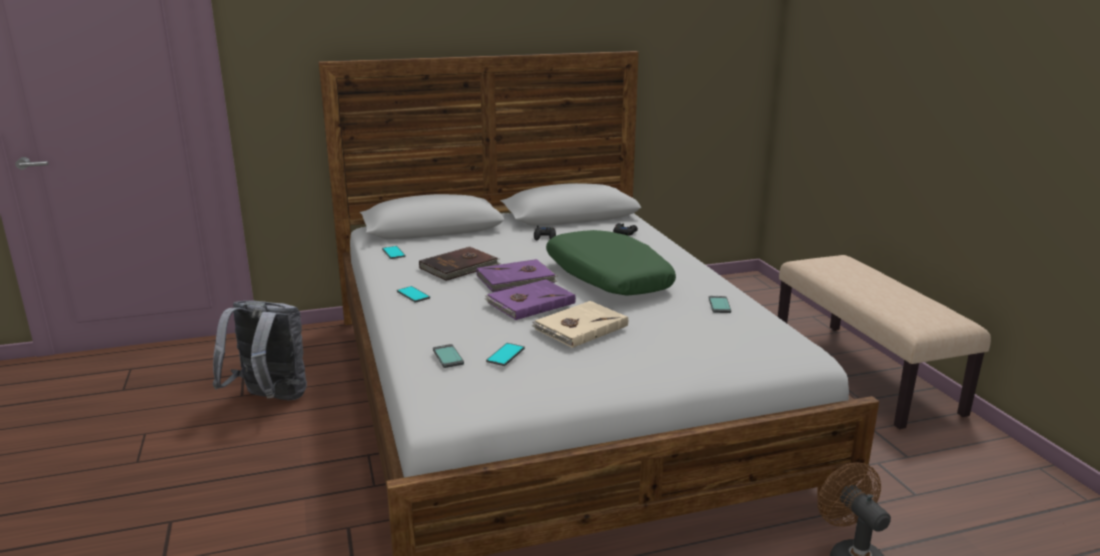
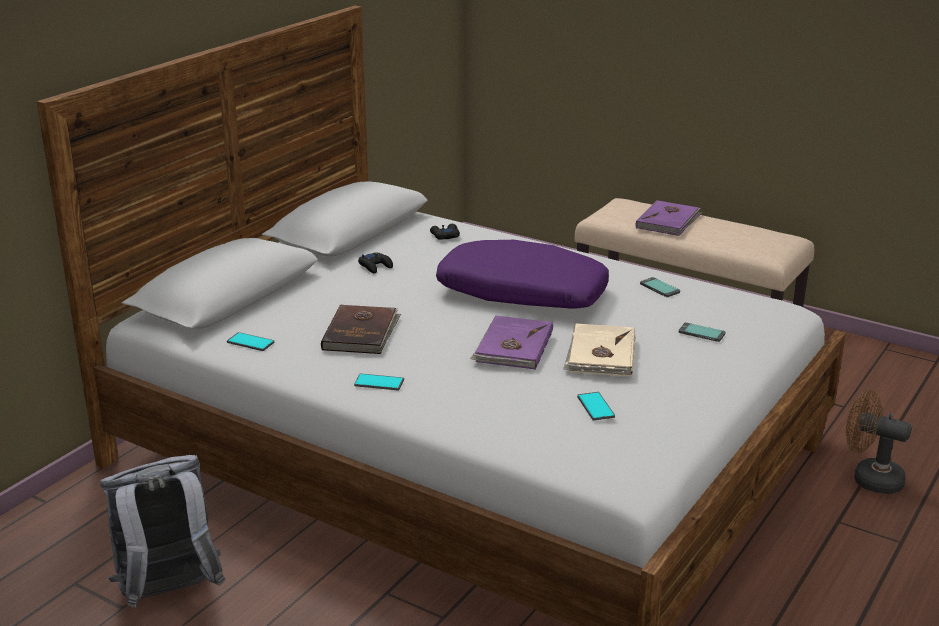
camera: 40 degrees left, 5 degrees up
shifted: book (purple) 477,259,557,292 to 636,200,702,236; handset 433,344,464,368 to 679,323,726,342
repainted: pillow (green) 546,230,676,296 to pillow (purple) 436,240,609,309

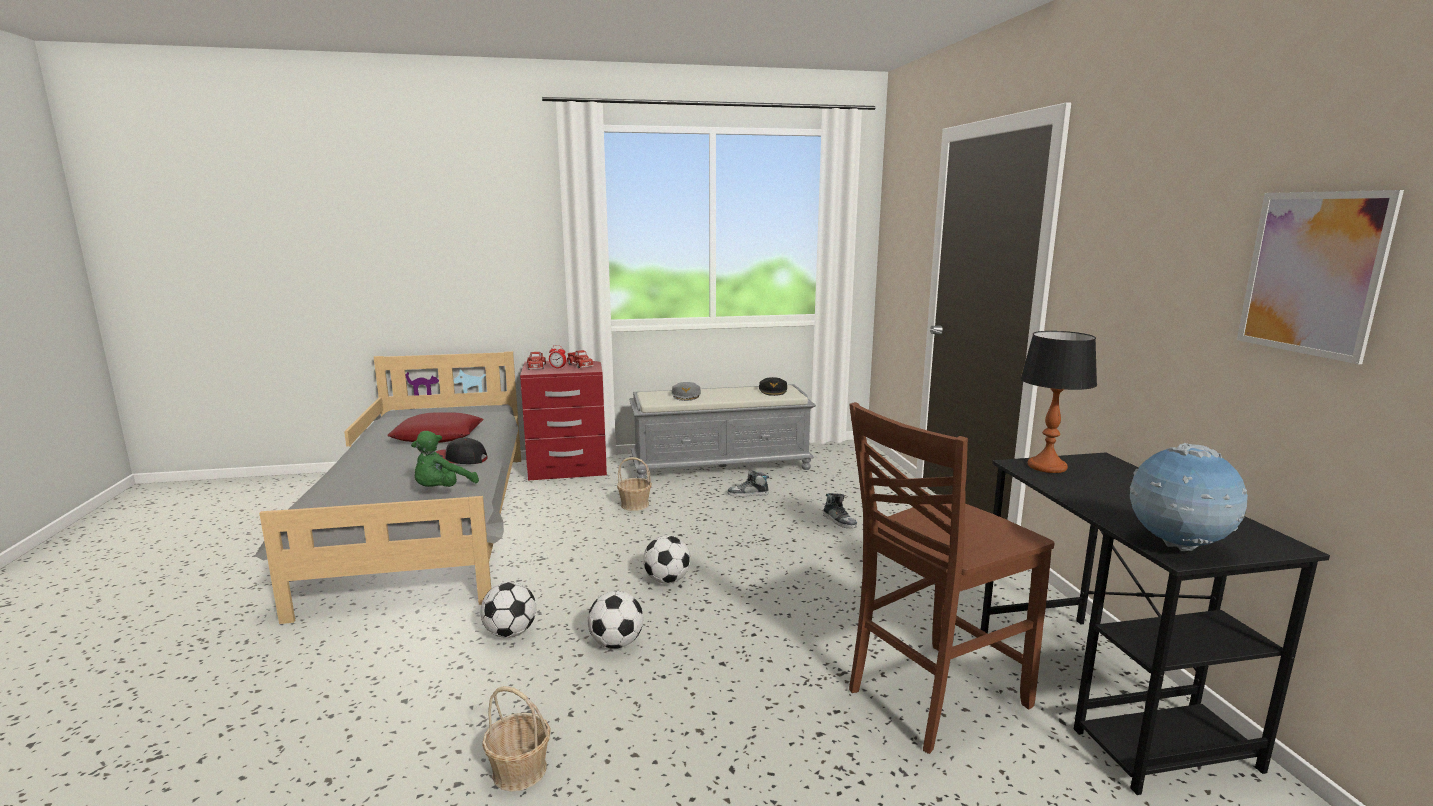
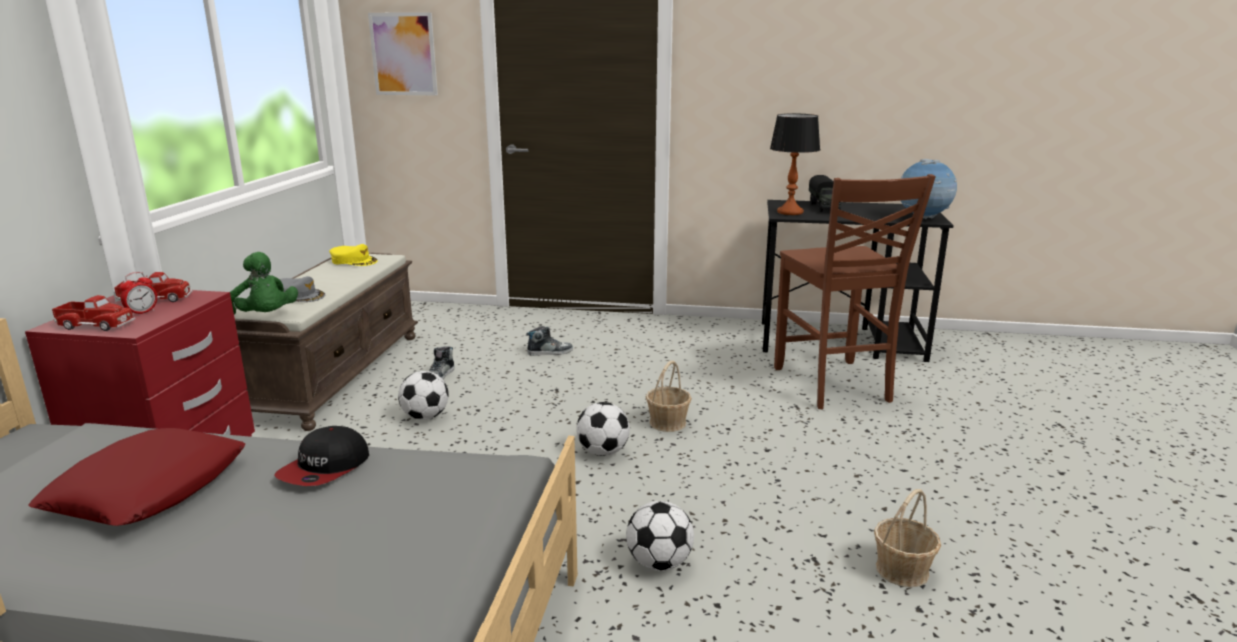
camera: 70 degrees left, 5 degrees up
new: toy lorry 809,175,842,212
shifted: wall art 1237,190,1404,364 to 368,12,438,96; soft toy (green) 411,431,479,487 to 230,252,298,315; storage basket 617,457,652,511 to 646,361,692,432; football ball 588,591,643,649 to 398,371,449,420
repainted: baseball cap (black-coloured) 759,377,787,396 to baseball cap (yellowish) 329,244,378,266; long seat (grey) 629,384,816,479 to long seat (brown) 234,253,418,431

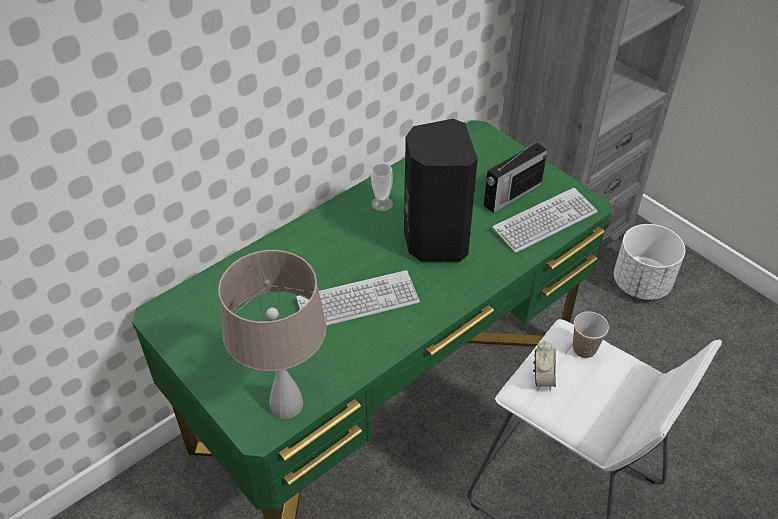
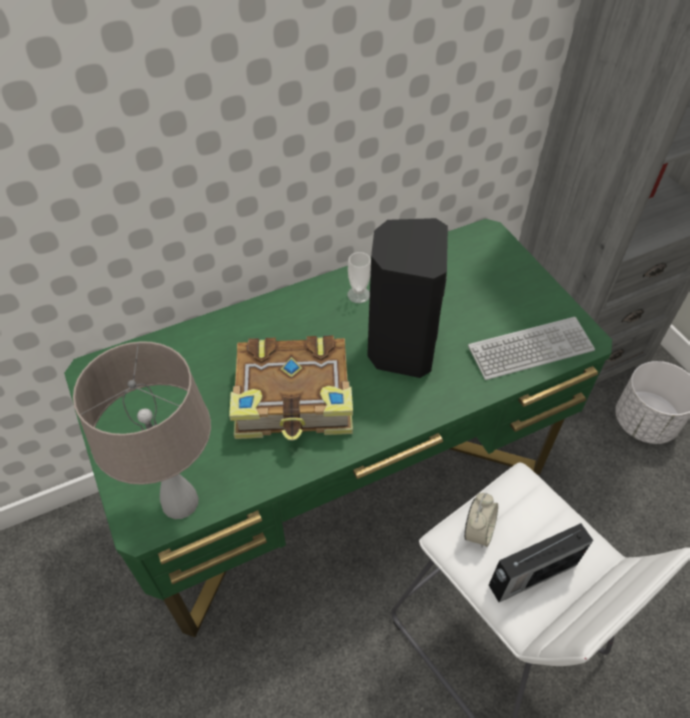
camera: 15 degrees right, 5 degrees up
gone: drinking cup 573,311,609,358
shifted: radio set 484,139,547,213 to 489,523,593,602
swapped: keyboard 296,270,420,326 to book 229,335,353,441

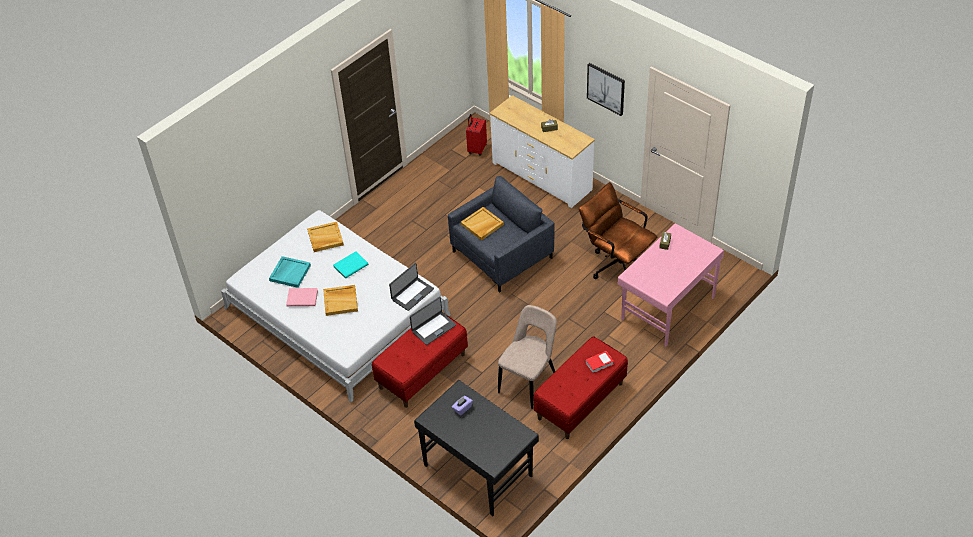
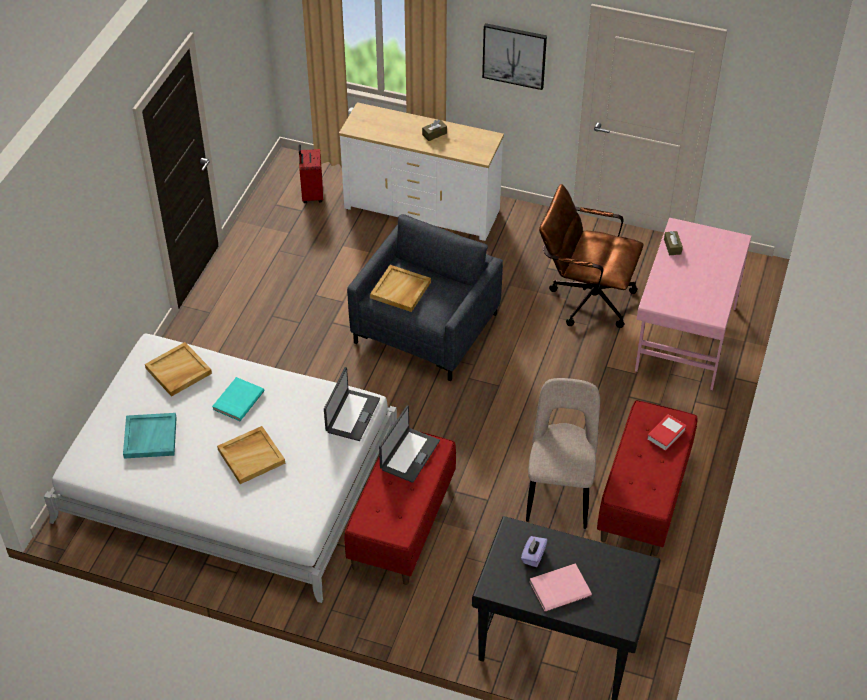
camera: 25 degrees left, 0 degrees up
shifted: book (pink-coloured) 286,288,318,307 to 530,563,592,611

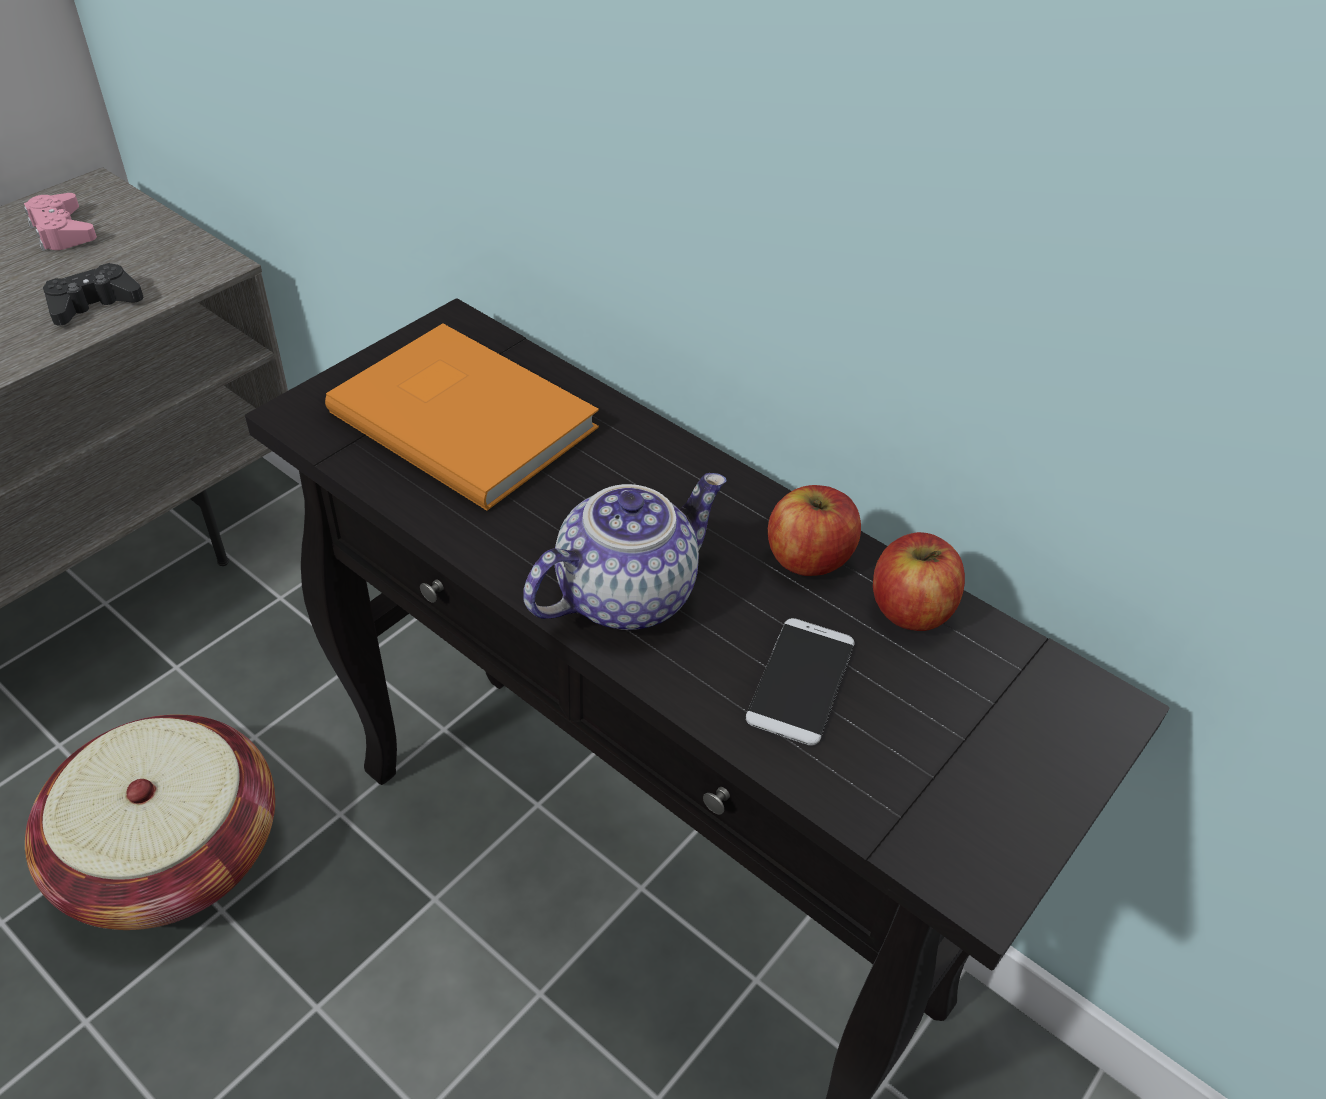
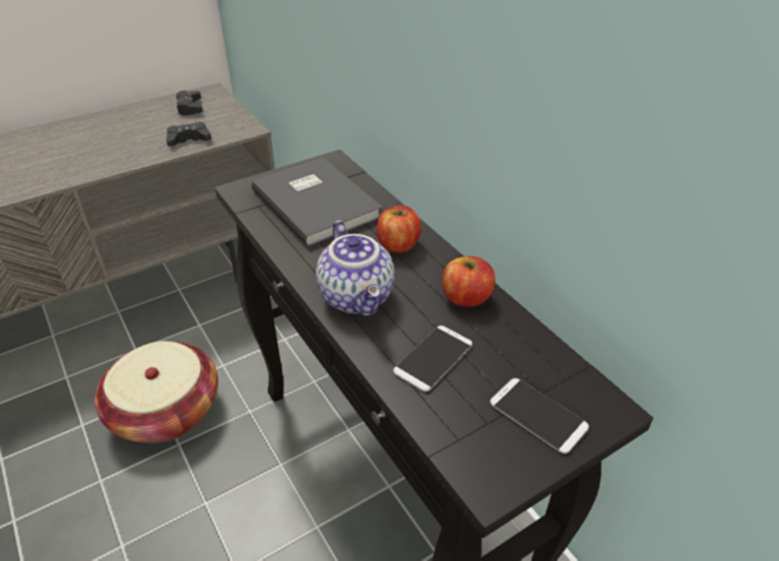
camera: 20 degrees right, 5 degrees down
new: handset 490,378,589,454
shifted: apple 873,532,965,631 to 376,205,422,253
repainted: joypad (pink-coloured) 24,193,97,251 to joypad (black-coloured) 176,90,203,115; book (orange) 325,323,599,510 to book (grey) 252,158,382,247
rotated: pot for tea 523,473,726,630 = 316,220,395,316 90 degrees clockwise

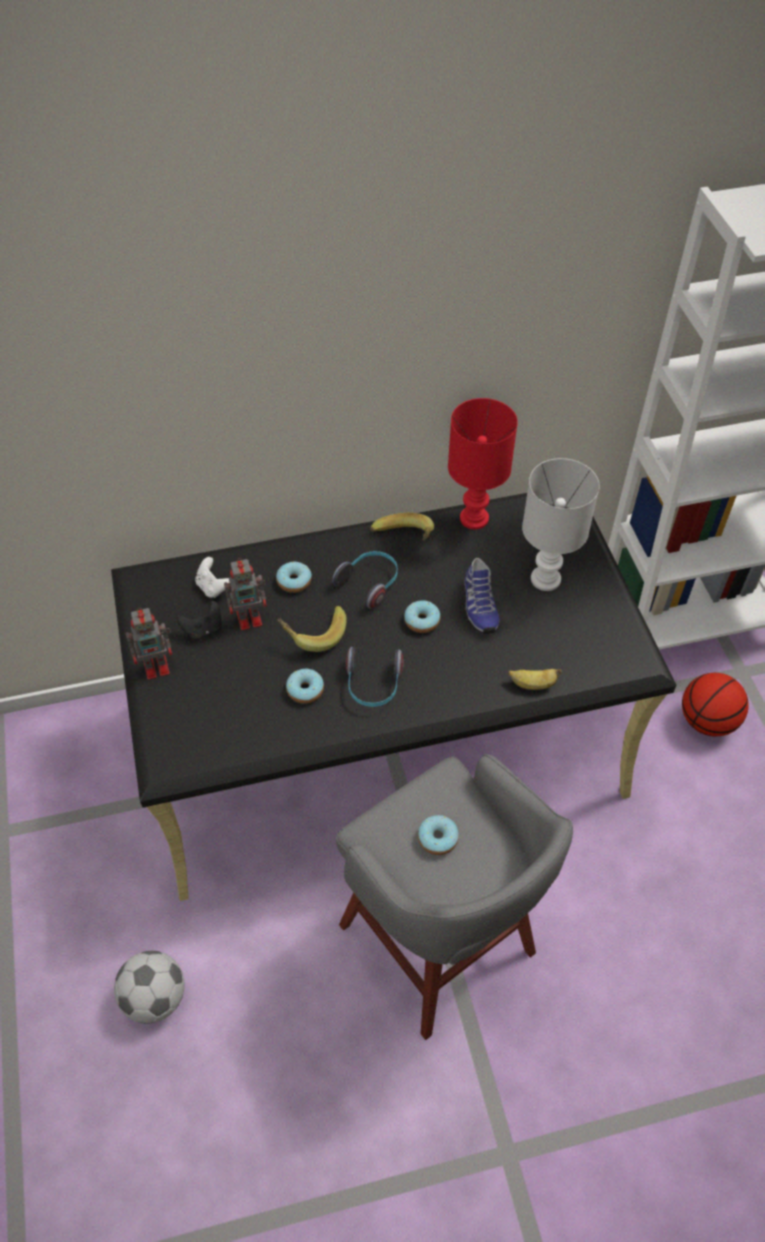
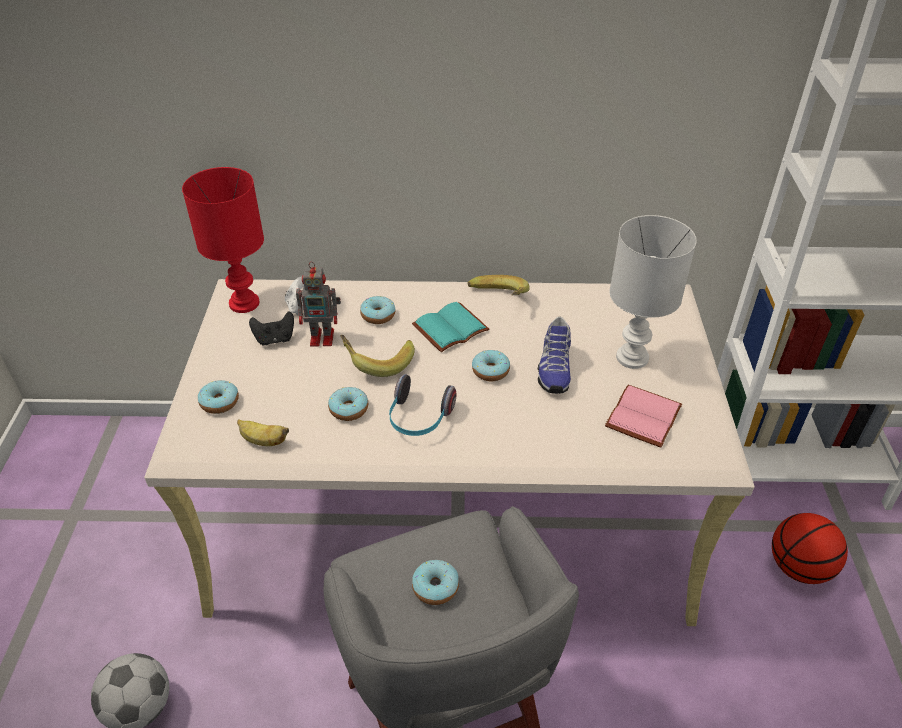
camera: 15 degrees right, 10 degrees down
gone: model robot 126,608,173,680
new: donut 198,380,239,414; book (pink-coloured) 605,384,682,448
shifted: tabletop lamp (red-coloured) 448,398,518,530 to 182,167,264,313; banana fruit 508,669,562,690 to 237,419,289,446
swapped: pair of headphones 332,551,398,609 to book (turquoise) 412,302,489,352
repainted: desk table (black-coloured) 111,493,676,901 to desk table (sand-coloured) 144,279,755,626

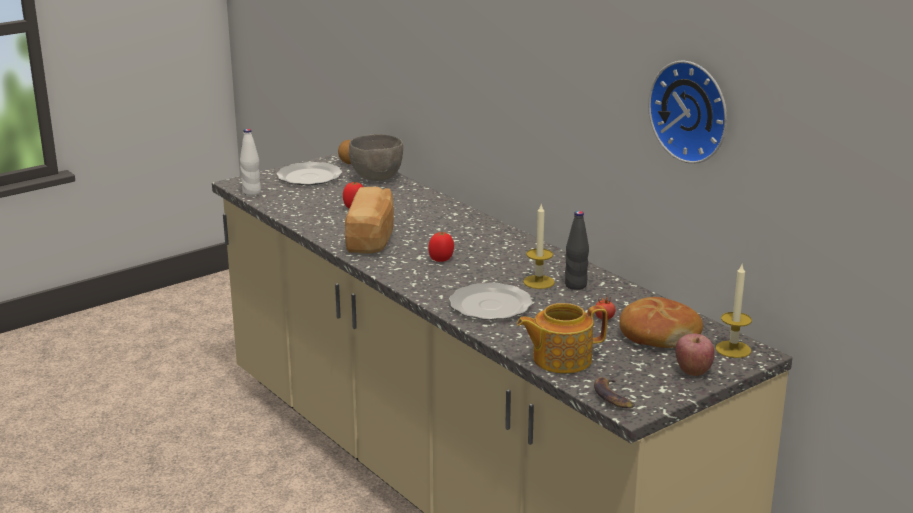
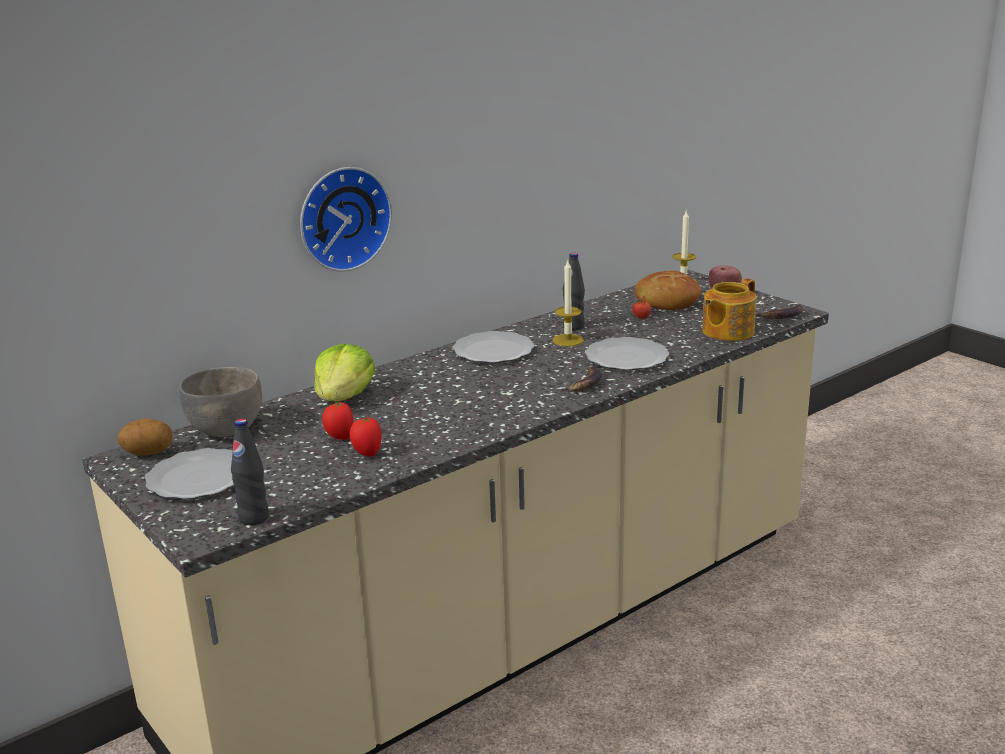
camera: 90 degrees left, 0 degrees up
gone: bread 345,187,394,253
new: plate 452,331,534,363; head of lettuce 314,344,375,401; banana fruit 558,366,602,391
shifted: wall clock 648,61,727,164 to 300,167,392,272; fresh tomato 428,232,454,262 to 350,416,382,457
repainted: drink bottle (white) 240,129,261,196 to drink bottle (black-coloured) 231,419,269,525
rotated: pot for tea 517,303,607,374 = 702,278,756,341 60 degrees clockwise

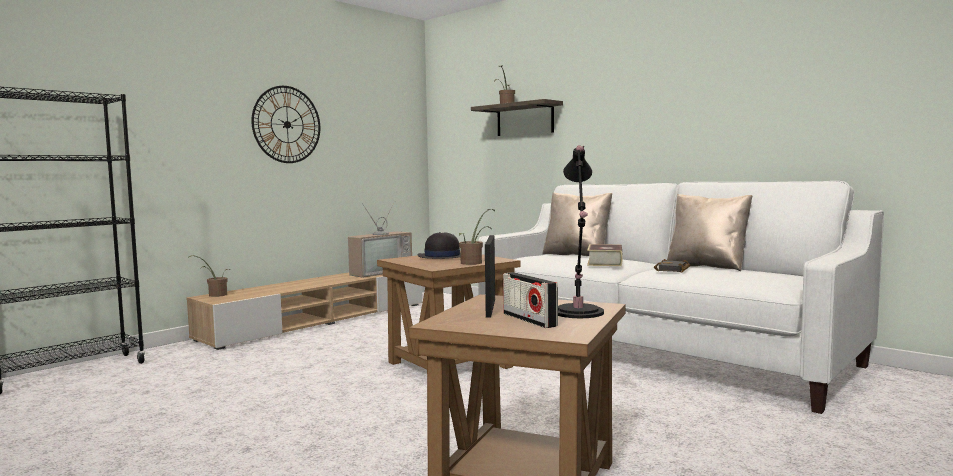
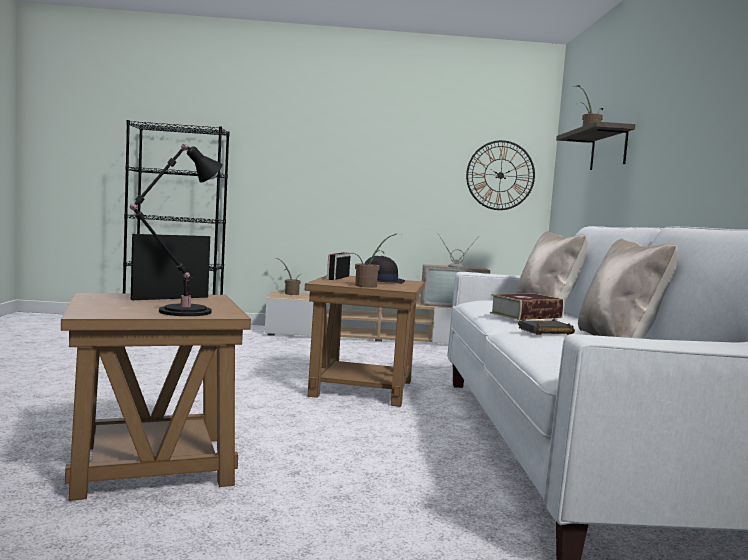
camera: 45 degrees right, 0 degrees up
shifted: wall clock 252,86,320,163 to 466,140,535,210; radio set 503,272,558,328 to 327,252,350,280

